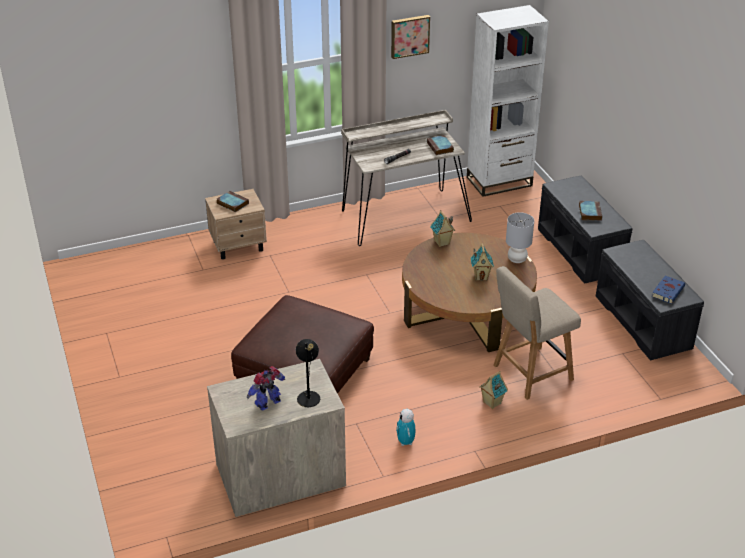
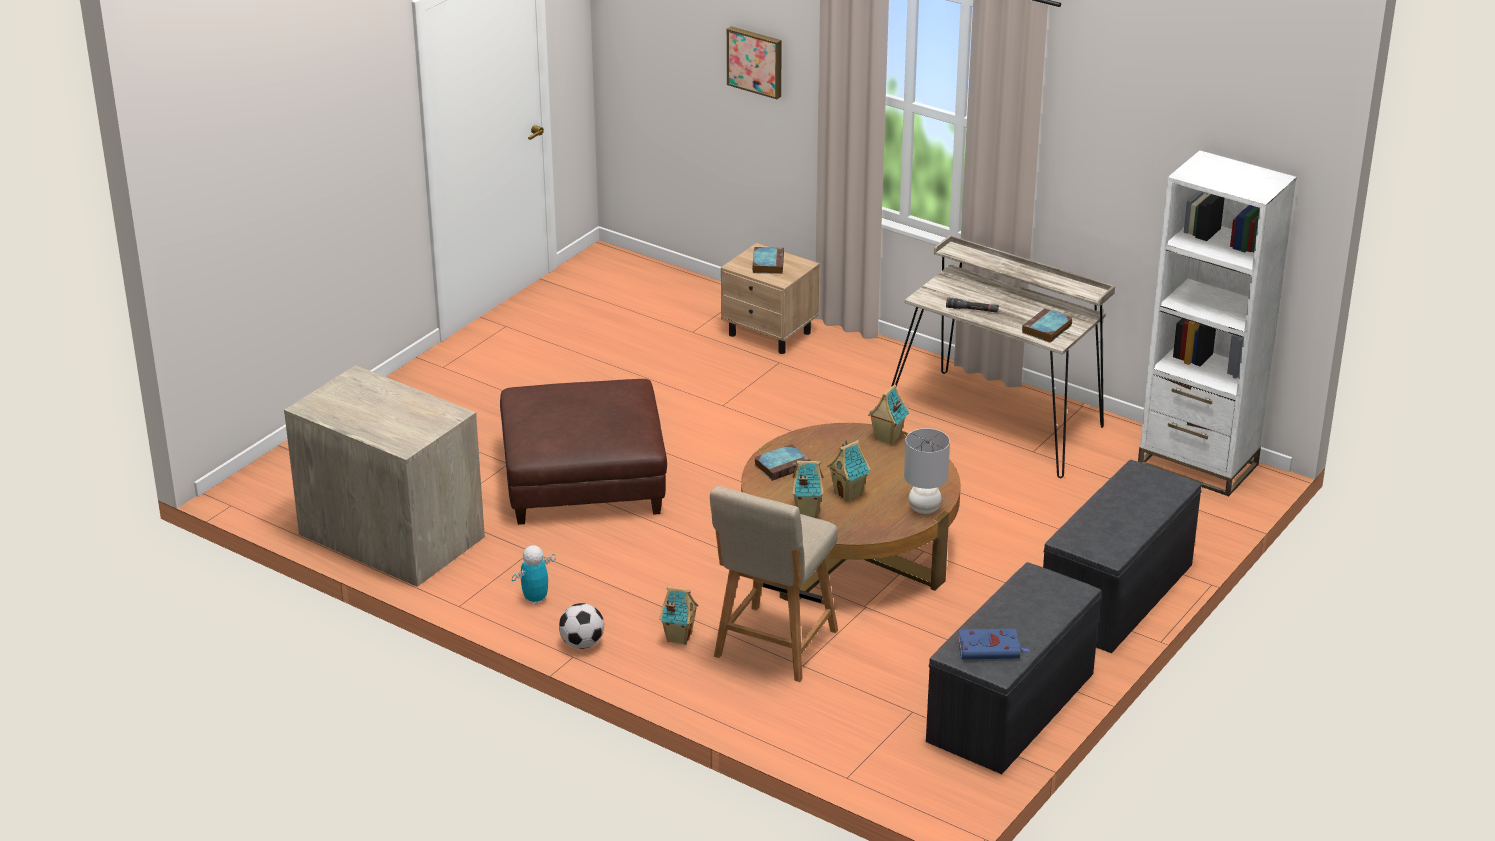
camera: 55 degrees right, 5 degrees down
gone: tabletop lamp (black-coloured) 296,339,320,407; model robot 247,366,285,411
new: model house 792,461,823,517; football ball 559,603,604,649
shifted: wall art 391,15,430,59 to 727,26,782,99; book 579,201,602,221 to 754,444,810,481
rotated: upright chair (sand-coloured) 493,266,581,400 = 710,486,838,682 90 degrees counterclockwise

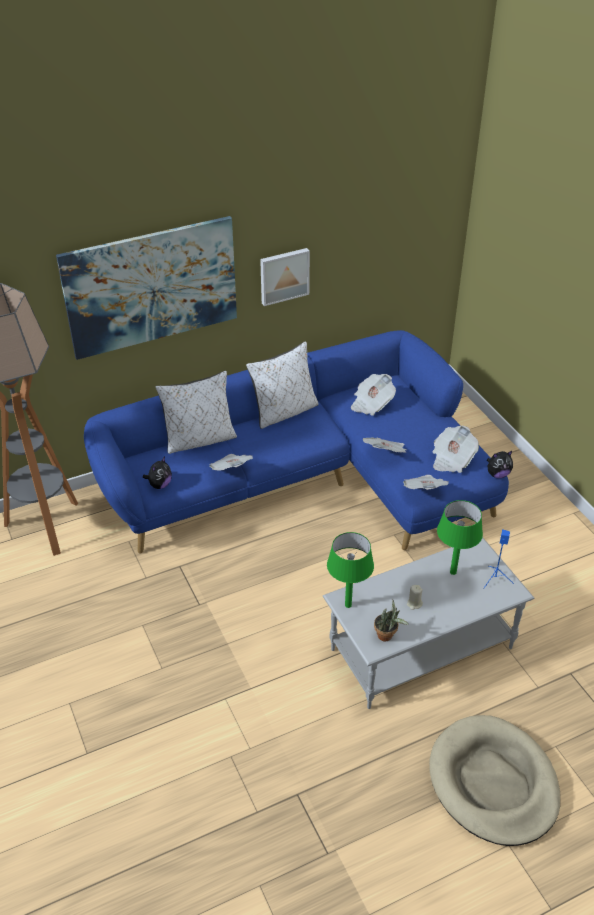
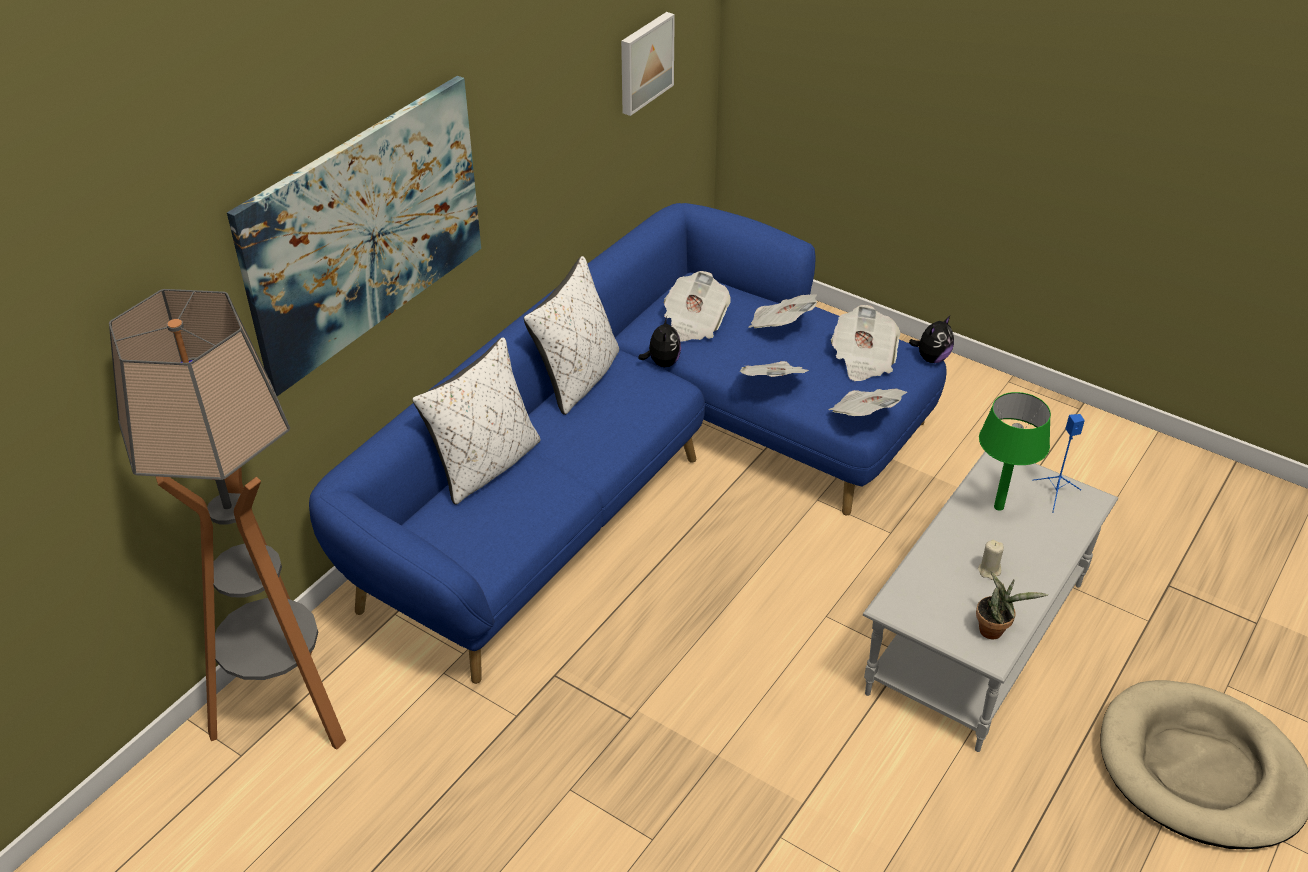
camera: 30 degrees left, 0 degrees up
gone: tabletop lamp (green) 327,532,374,608
shifted: wall art 260,248,310,306 to 621,12,675,116; newspaper 209,454,253,471 to 748,294,817,328; soft toy 143,457,172,489 to 638,316,681,367

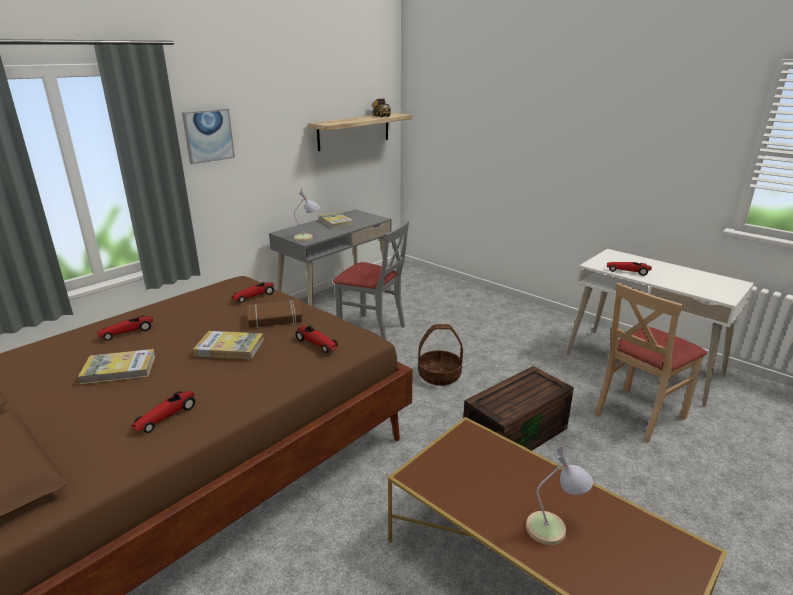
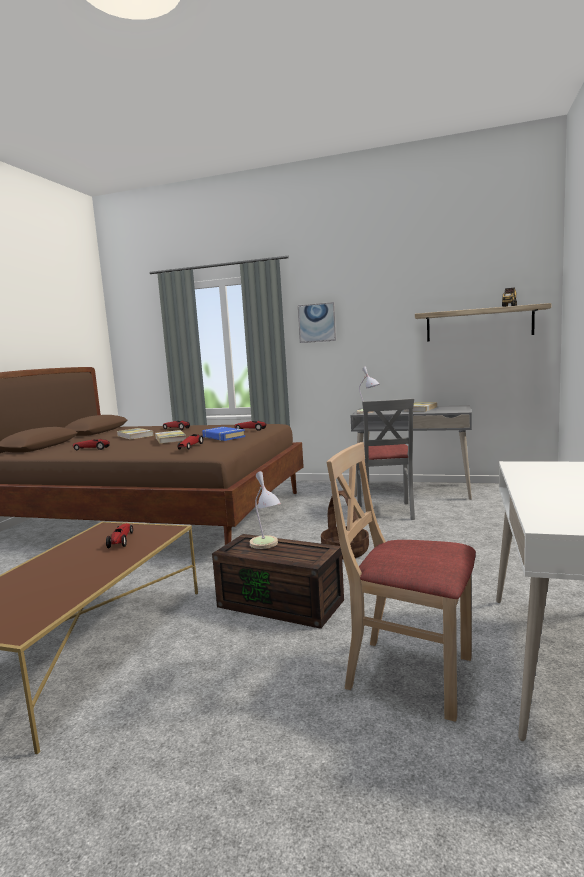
camera: 65 degrees right, 15 degrees down
shifted: toy car 607,262,652,276 to 106,523,133,548; tabletop lamp 526,447,593,545 to 250,471,281,549
repainted: book (brown) 247,300,302,328 to book (blue-coloured) 202,427,245,441

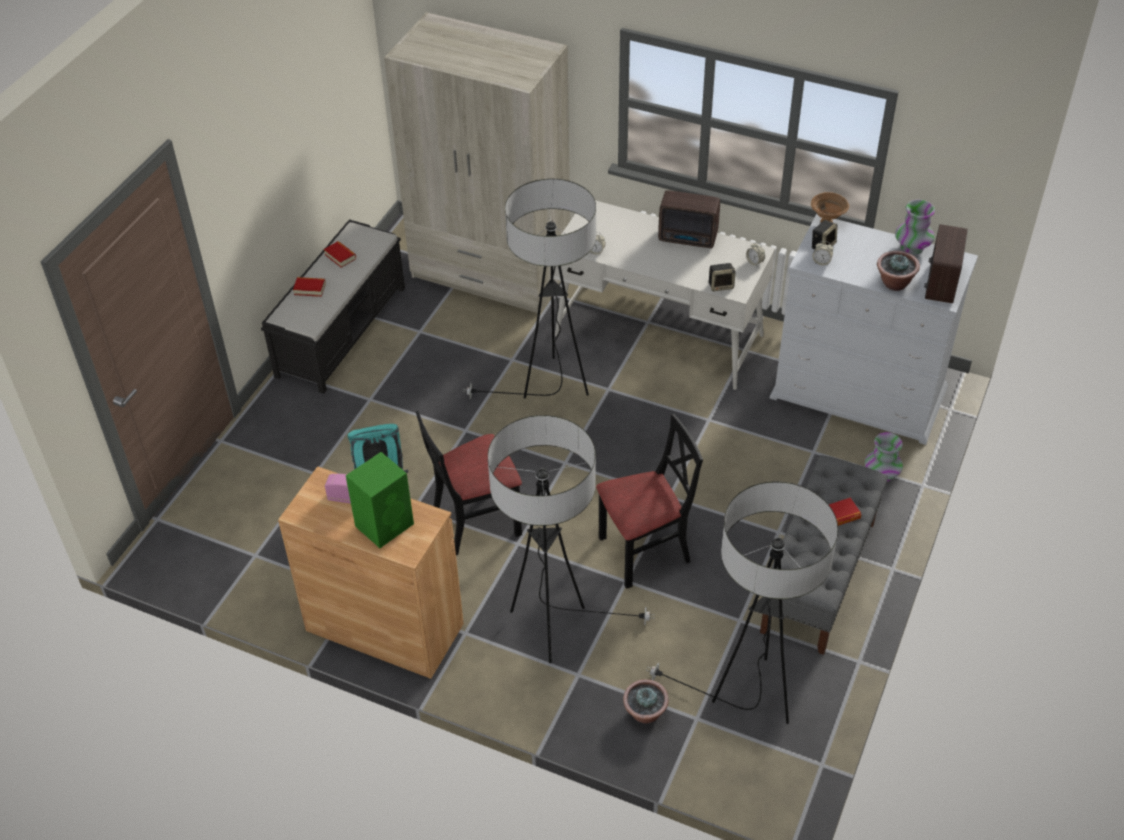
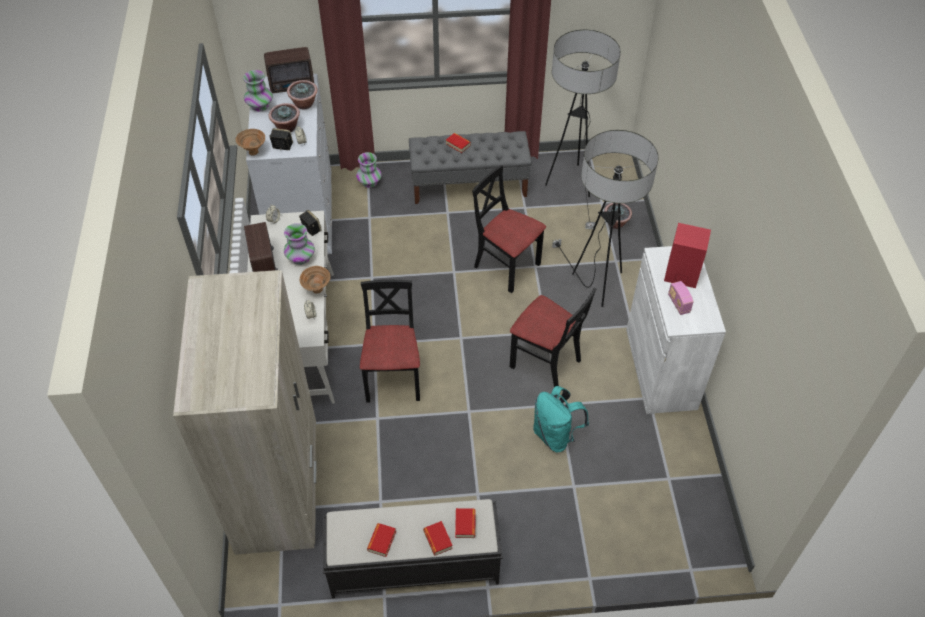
camera: 120 degrees left, 5 degrees up
new: potted plant 269,103,300,132; flower vase 284,223,315,265; bowl (brown) 300,266,331,294; book 455,508,476,538
swapped: standard lamp 463,179,596,399 to upright chair (black-coloured) 360,280,420,403
repainted: audio speaker (green) 346,452,414,548 to audio speaker (red-coloured) 664,223,711,288; storage cabinet (brown) 278,466,464,679 to storage cabinet (white) 626,246,726,414

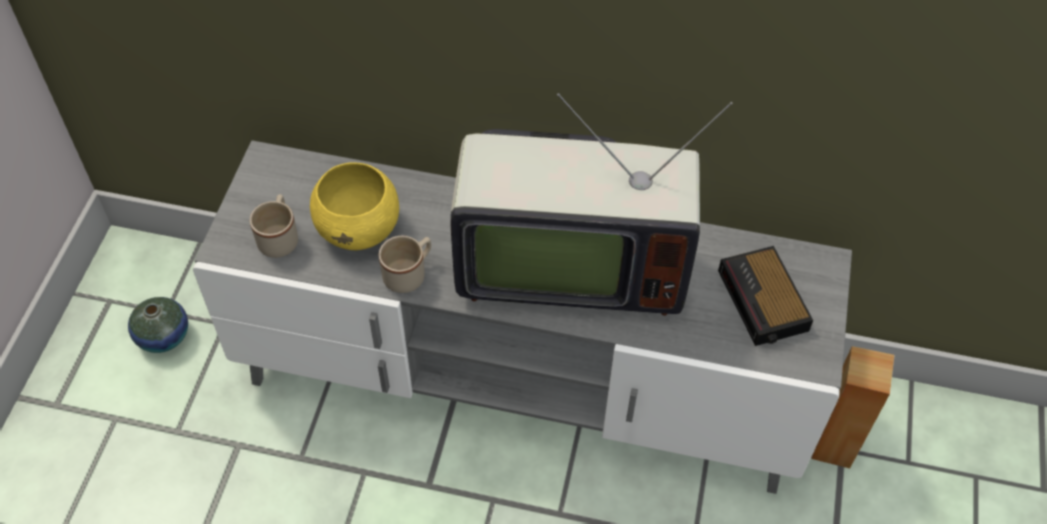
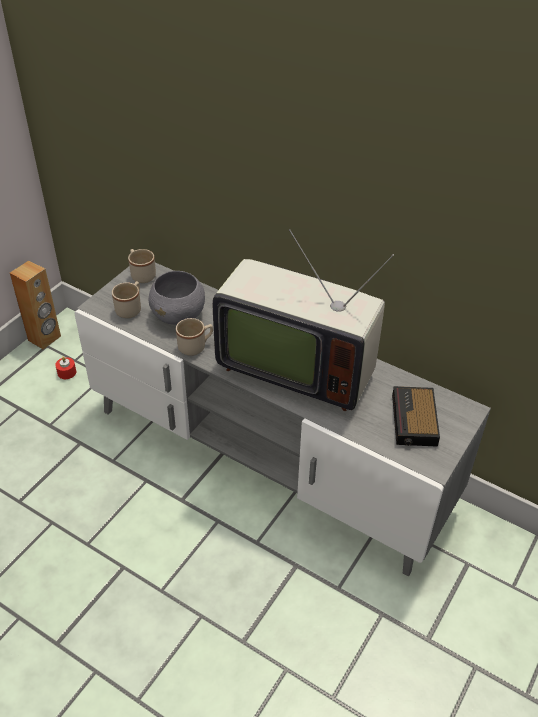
camera: 20 degrees right, 10 degrees down
new: coffee mug (sand-coloured) 128,249,156,283
shifted: audio speaker (brown) 811,346,894,468 to 10,260,61,350
swapped: flower vase 128,297,188,353 to wax candle (red-coloured) 55,356,76,379
repainted: bowl (yellowish) 310,162,399,250 to bowl (grey) 149,271,205,325

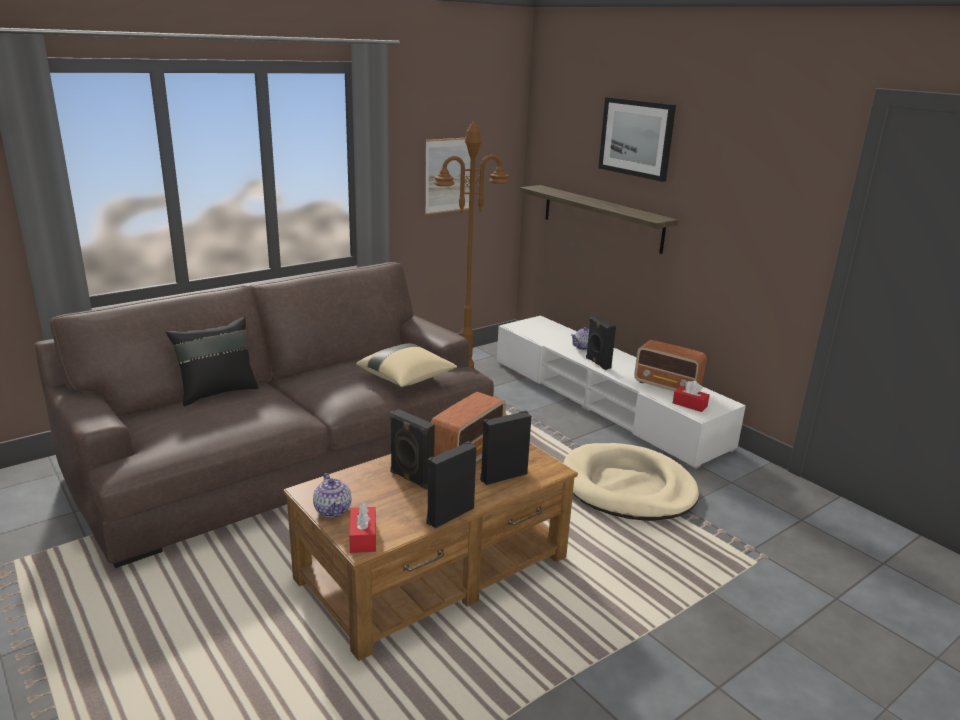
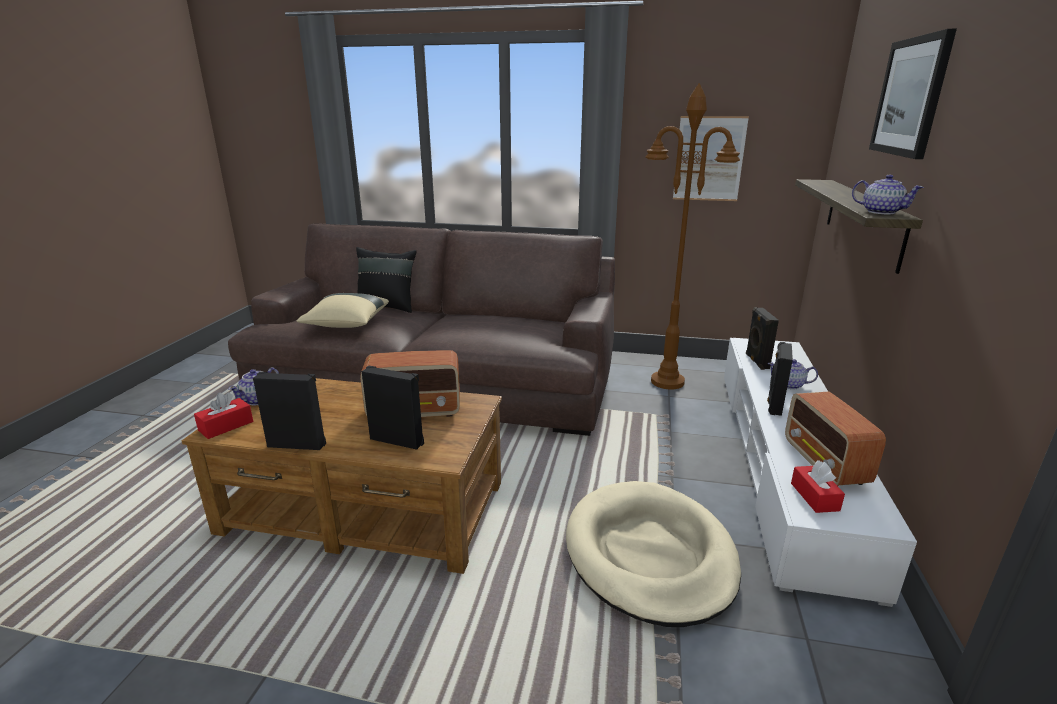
camera: 50 degrees right, 0 degrees up
new: pot for tea 852,175,924,214
shifted: pillow (sand-coloured) 356,344,457,387 to 297,293,389,328; audio speaker (black-coloured) 390,409,435,490 to 746,307,779,370

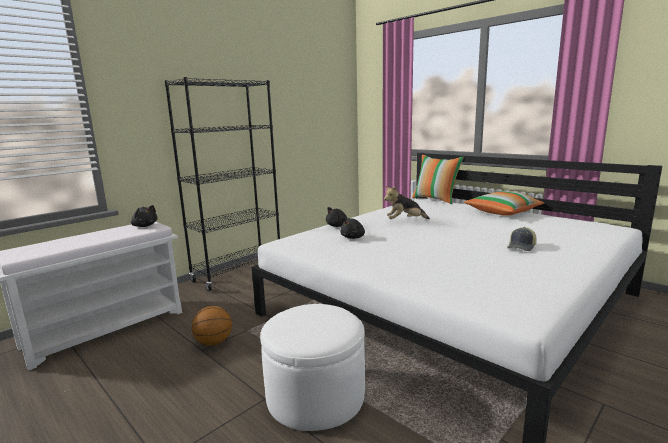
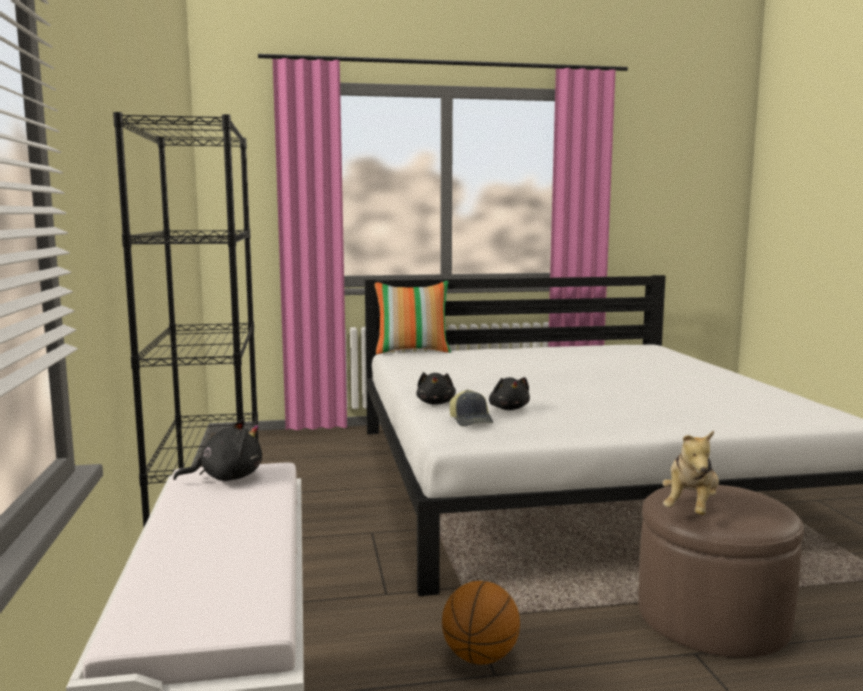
camera: 55 degrees left, 5 degrees down
gone: pillow 464,191,545,216
shifted: soft toy 384,186,430,219 to 662,431,719,515; baseball cap 507,227,537,251 to 450,390,493,427
repainted: pouffe (white) 260,304,365,431 to pouffe (brown) 638,485,804,658

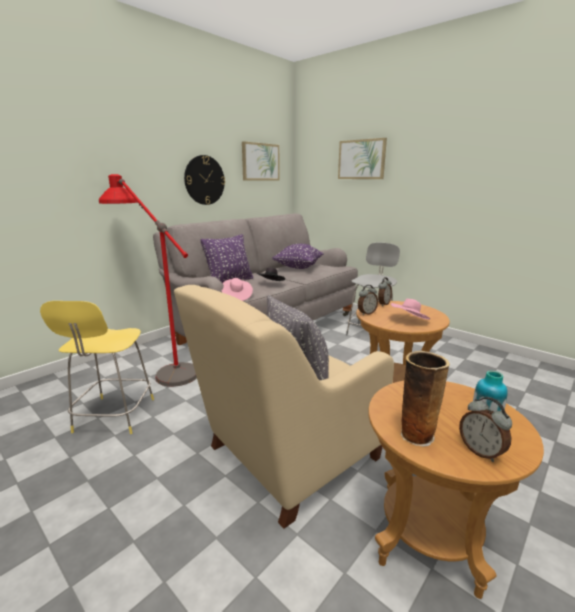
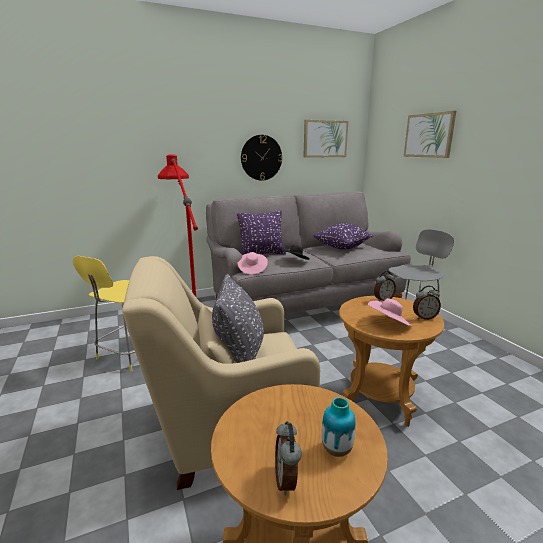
camera: 25 degrees right, 0 degrees up
gone: flower vase 401,351,450,447
shifted: alarm clock 358,285,378,315 to 413,286,441,320

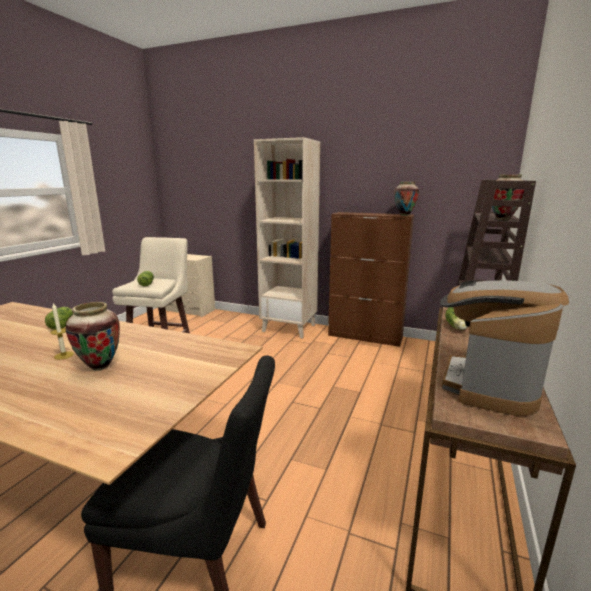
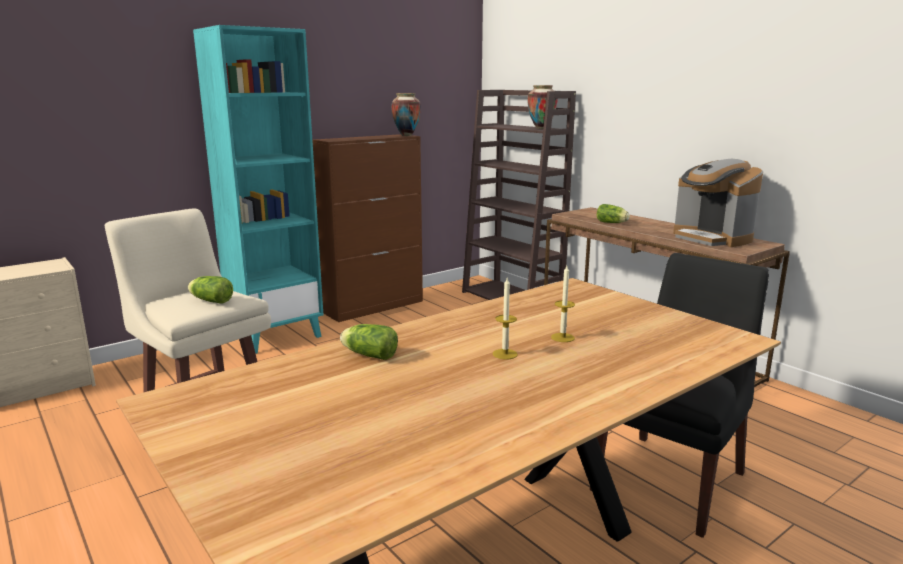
camera: 60 degrees left, 0 degrees up
swapped: flower vase 66,302,120,371 to wax candle 551,266,575,342
repainted: shelving unit (sand-coloured) 254,137,320,338 to shelving unit (turquoise) 193,25,323,354

